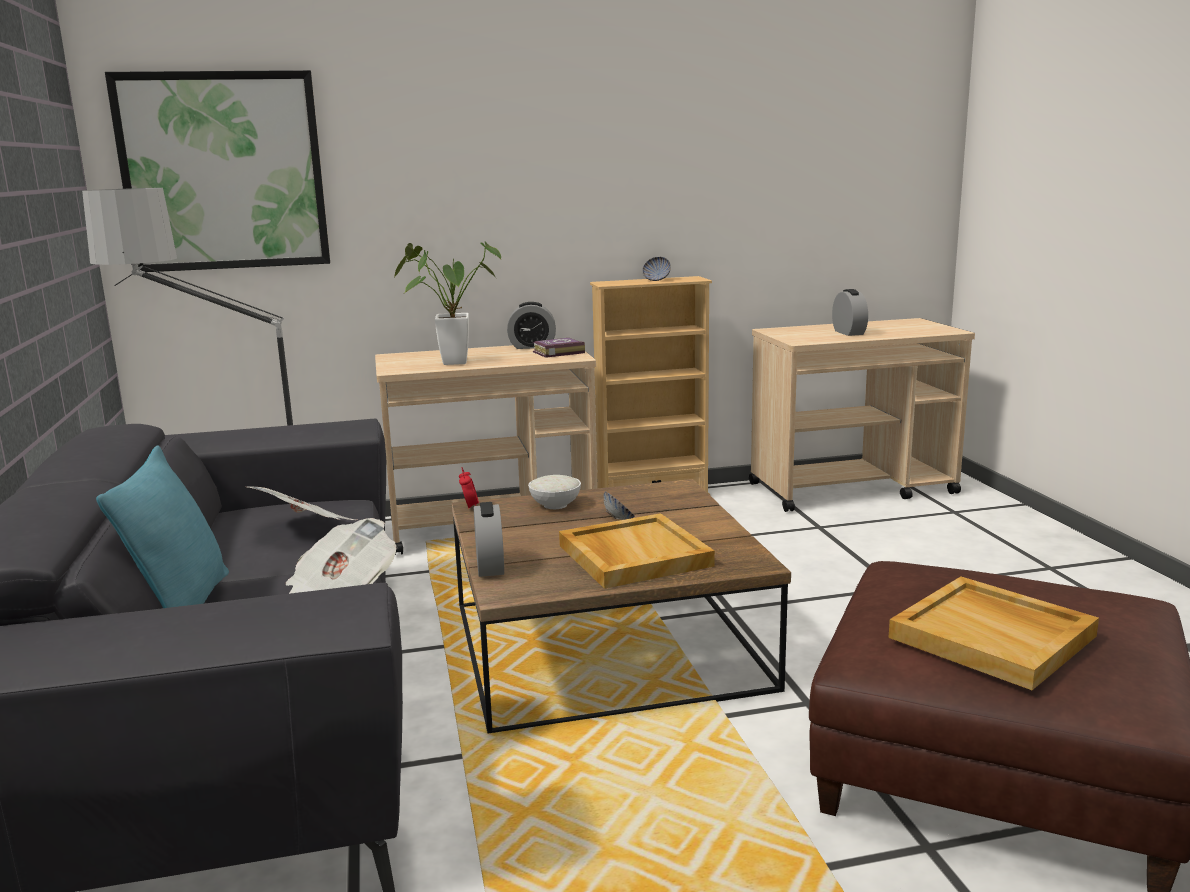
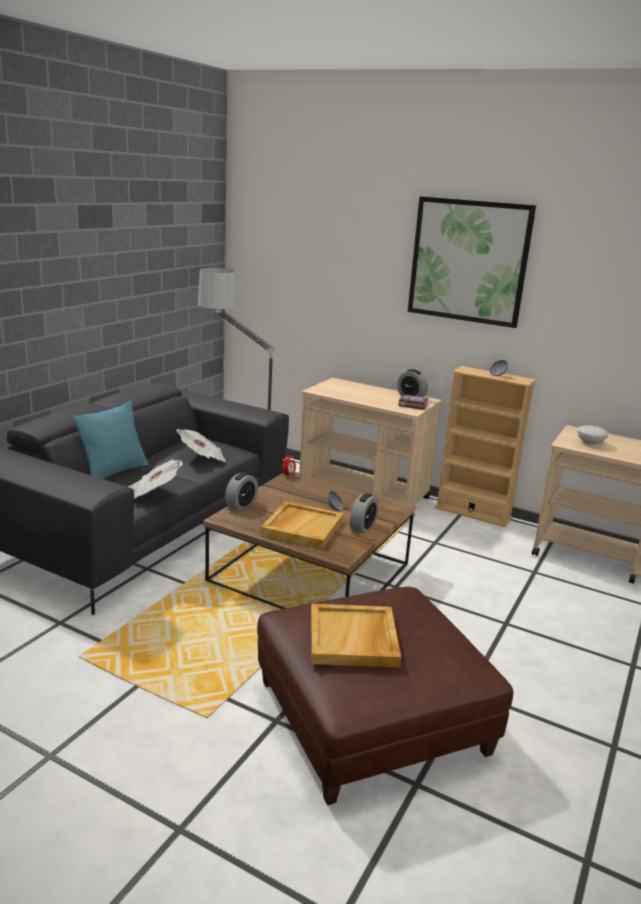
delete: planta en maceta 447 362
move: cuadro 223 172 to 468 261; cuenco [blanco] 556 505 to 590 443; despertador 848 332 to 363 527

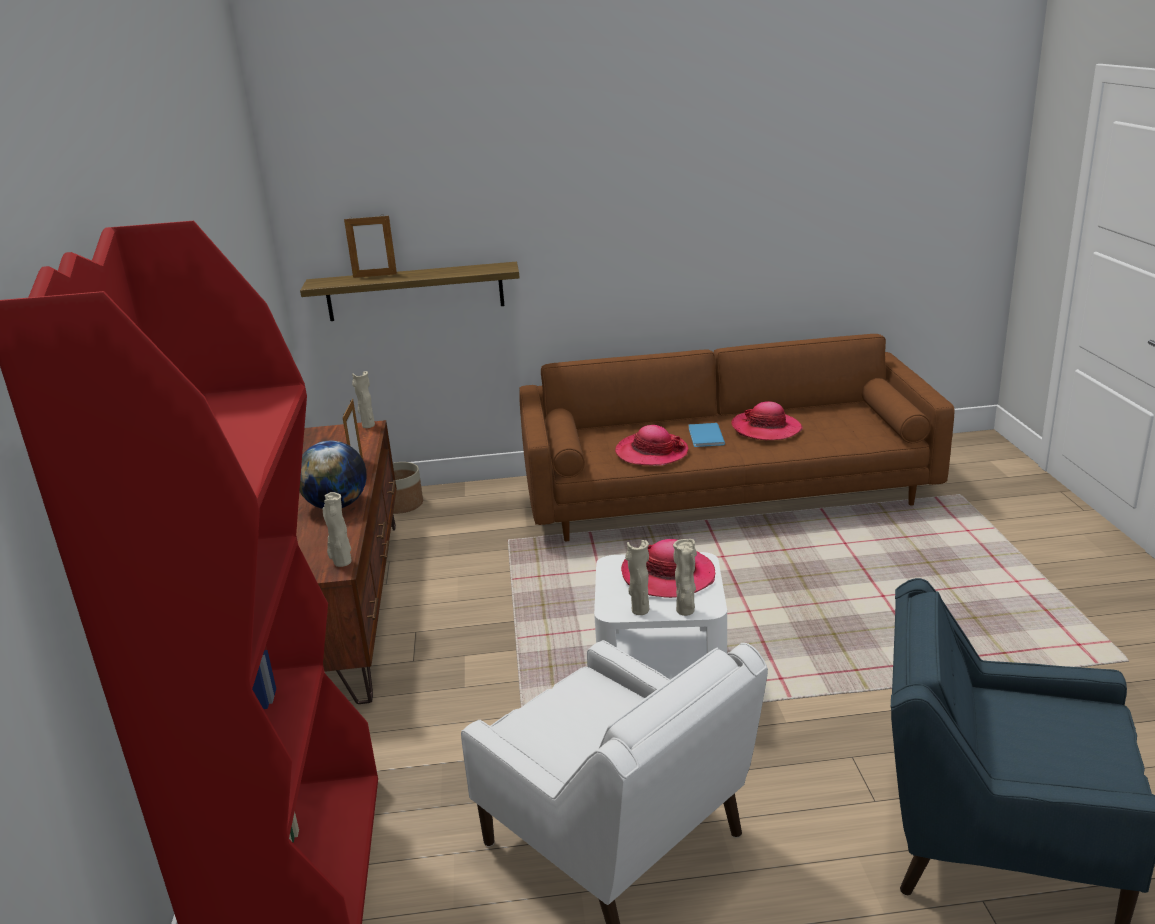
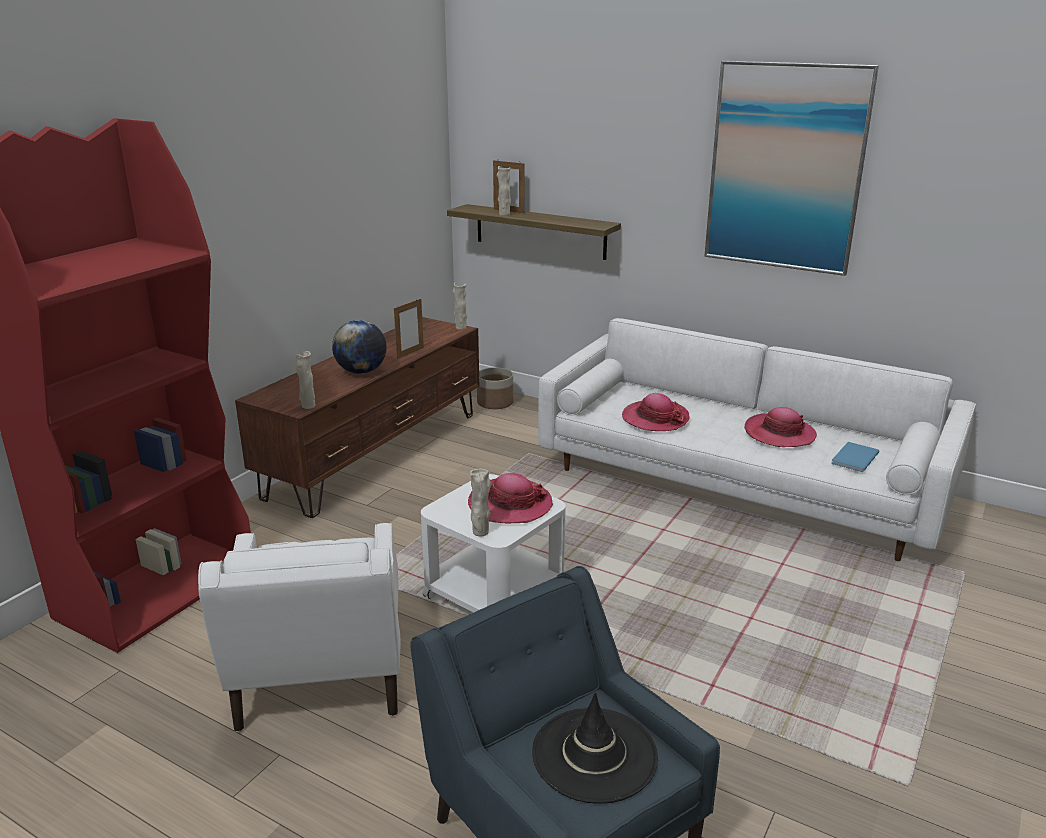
insert: sombrero [negro] 594 755; cuadro 785 168
move: florero [beis] 639 610 to 504 214; libro [azul] 705 437 to 853 458
recolor: sofá [marrón] 724 492 to sofá [blanco] 739 483

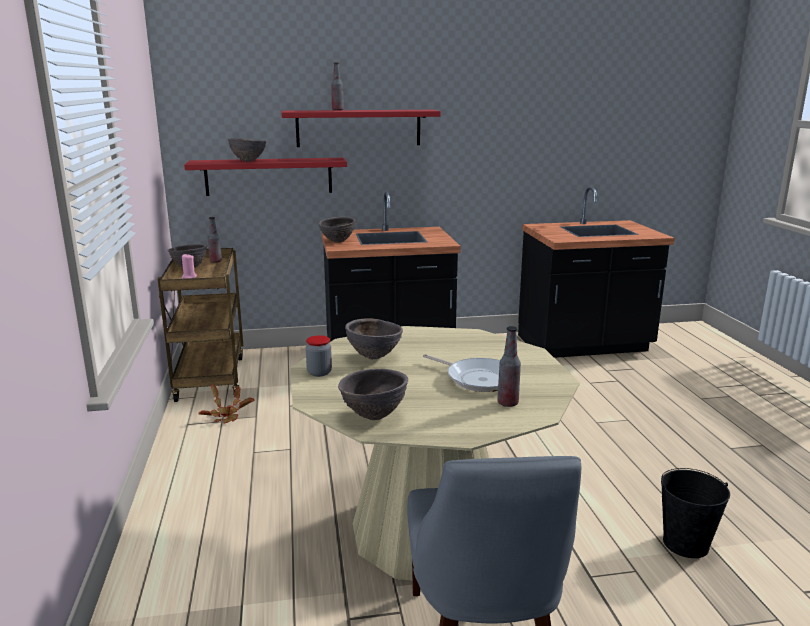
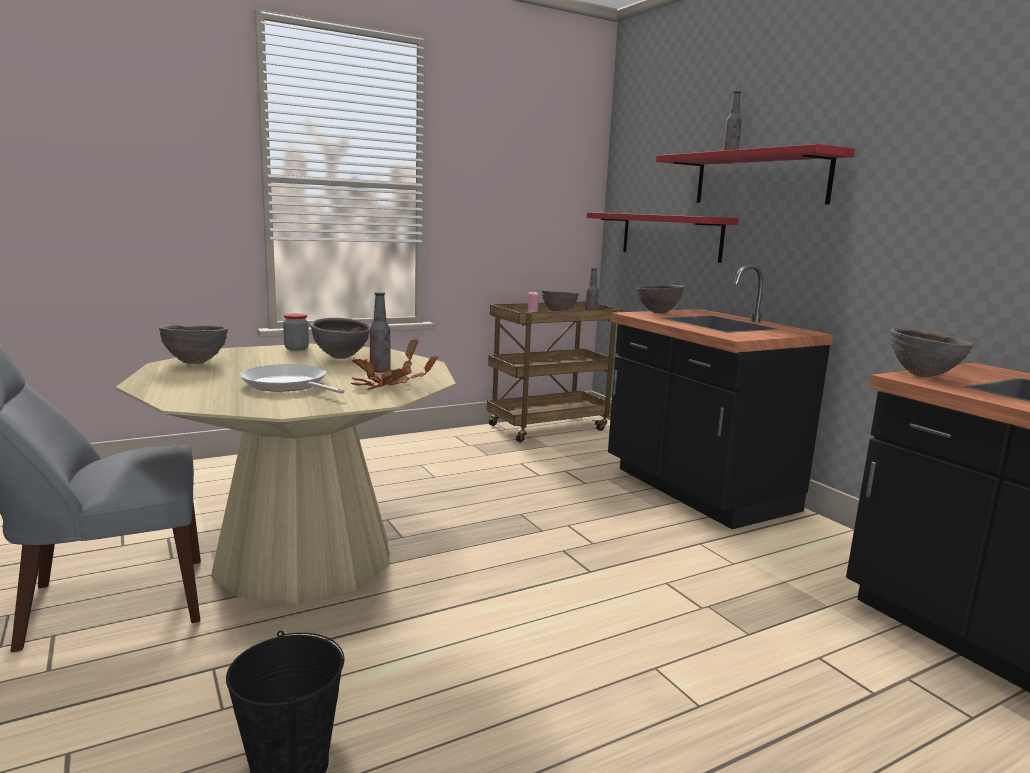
move: planta en maceta 226 415 to 387 385; cuenco [marrón] 248 161 to 923 376; botella 507 403 to 380 371
rotate: sartén 478 378 = 287 385 105 degrees clockwise

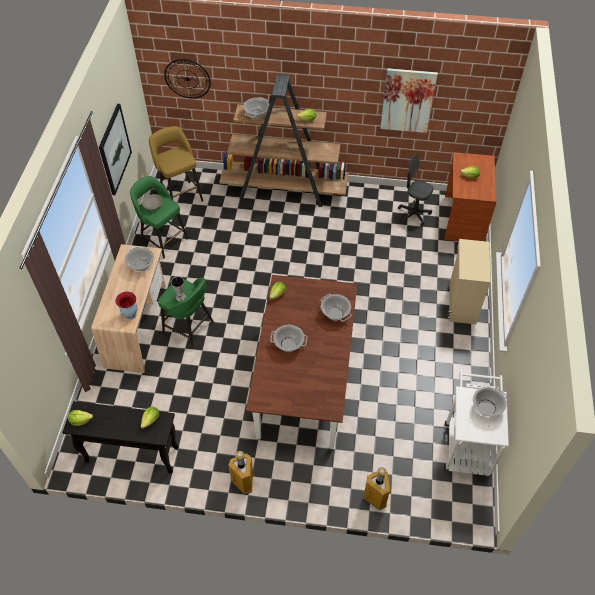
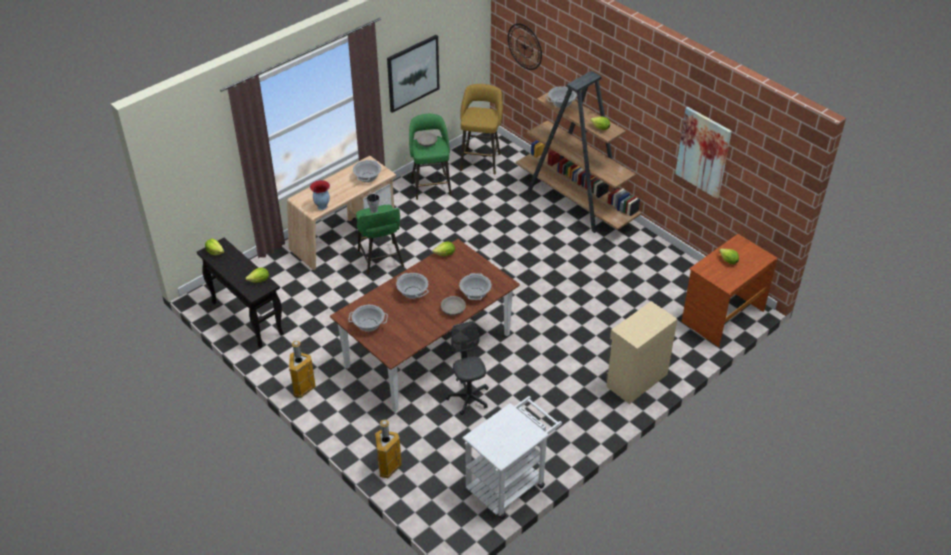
insert: cuenco [gris] 453 310
move: silla de oficina [gris] 413 214 to 468 398; olla 486 407 to 369 325

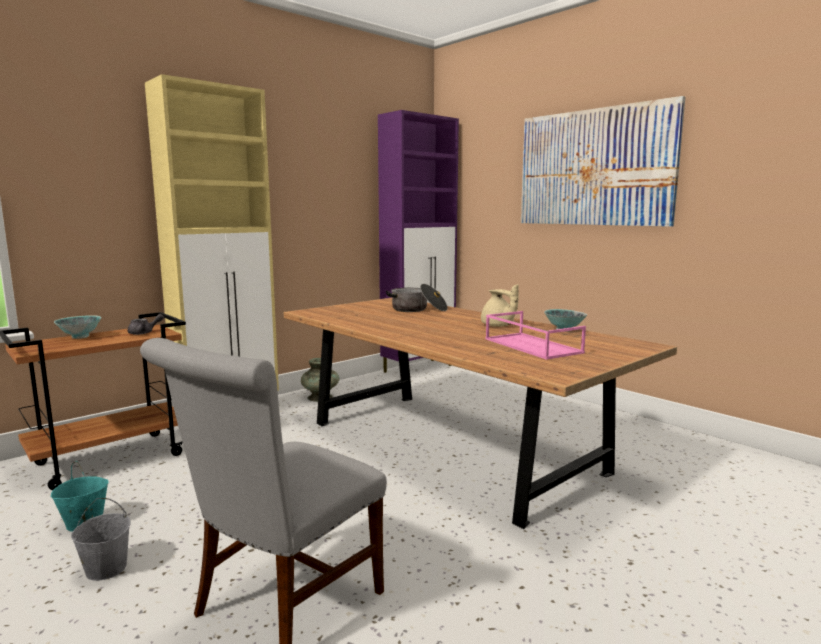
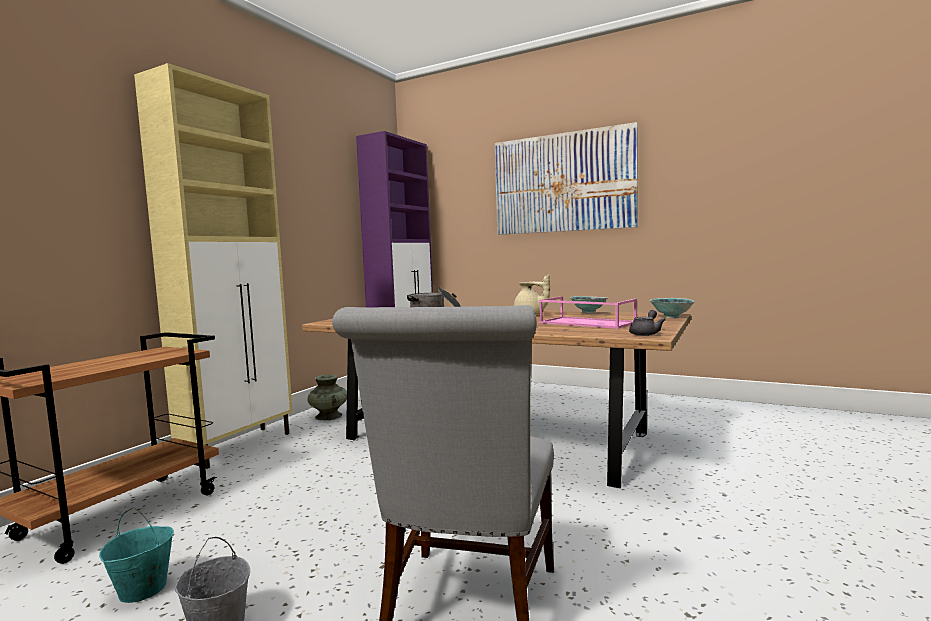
move: cuenco 80 337 to 671 317; tetera [gris] 144 332 to 646 333

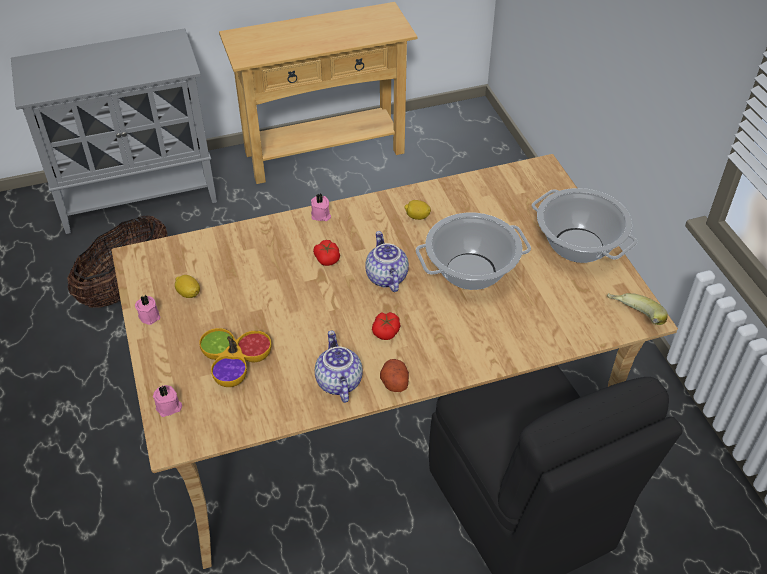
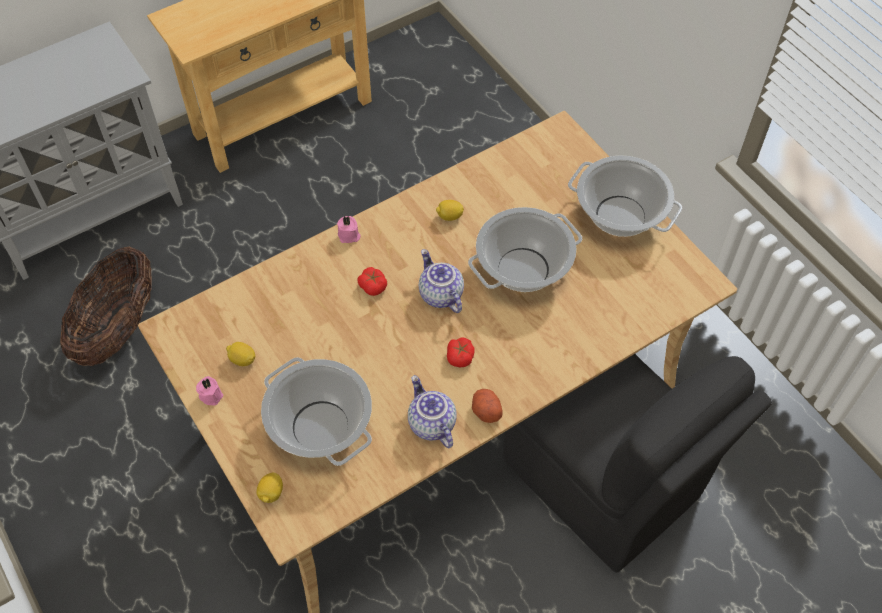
delete: plátano 632 319
replace: vela [rosa] 169 407 to limón 271 493; cuenco 235 362 to olla 319 426

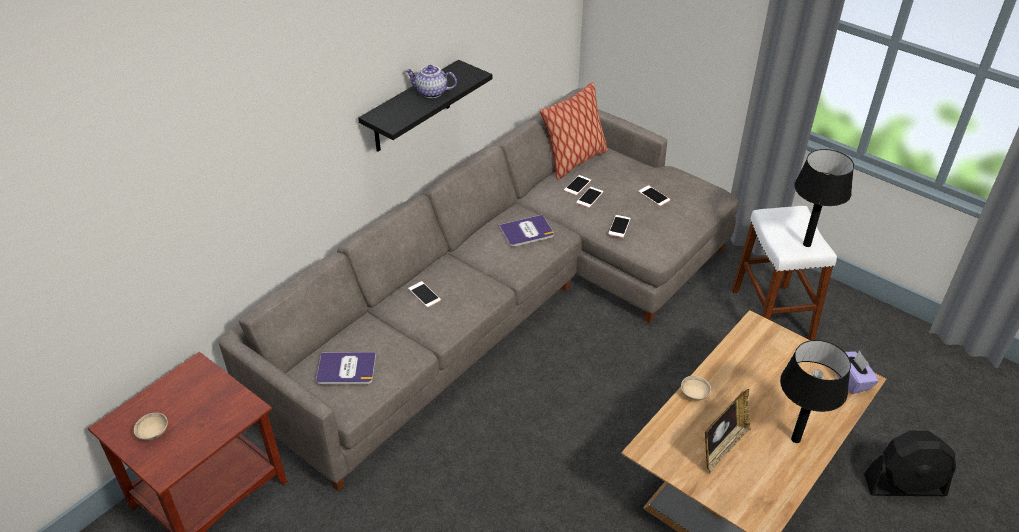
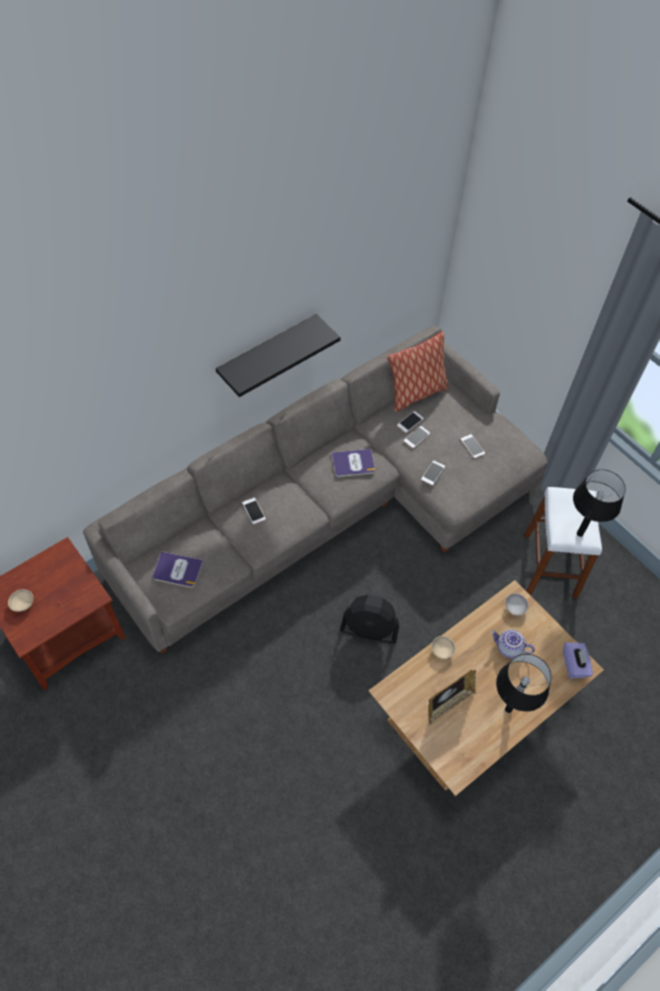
insert: cuenco [gris] 515 607
move: tetera 431 93 to 508 648; ventilador [negro] 905 485 to 369 629

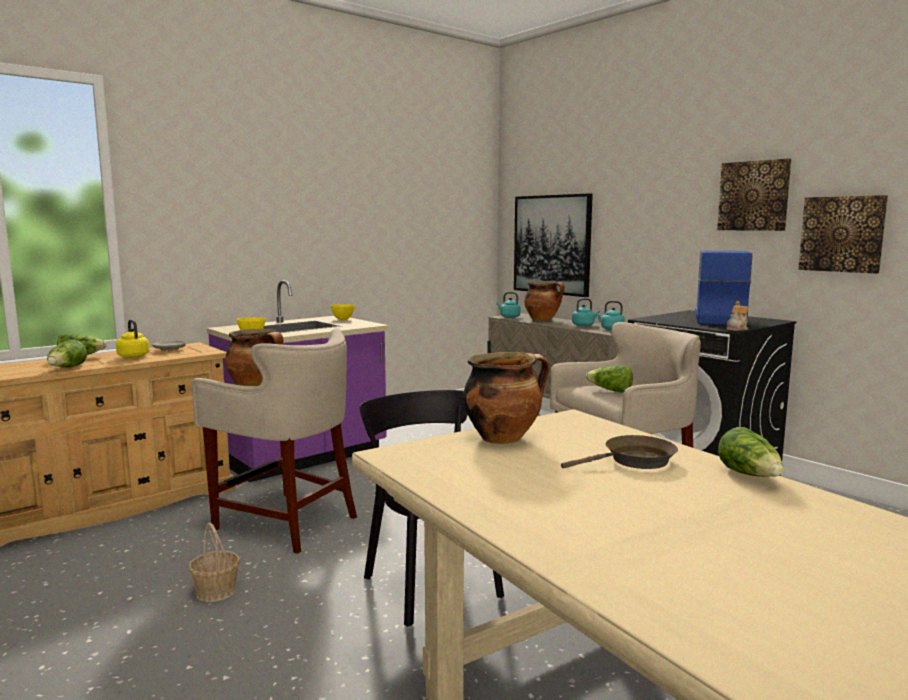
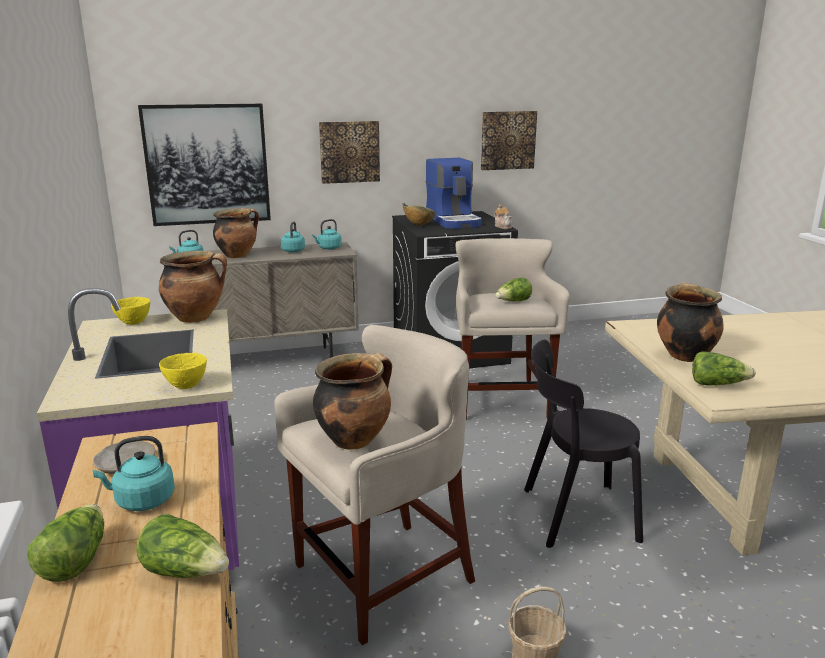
delete: sartén [marrón] 634 461
insert: olla 196 318; cuenco 417 224
move: cuadro 754 196 to 349 152; lechuga 750 476 to 717 384
recolor: hervidor [amarillo] 133 356 to hervidor [turquesa] 142 501
rotate: cafetera 717 319 = 454 221 150 degrees counterclockwise

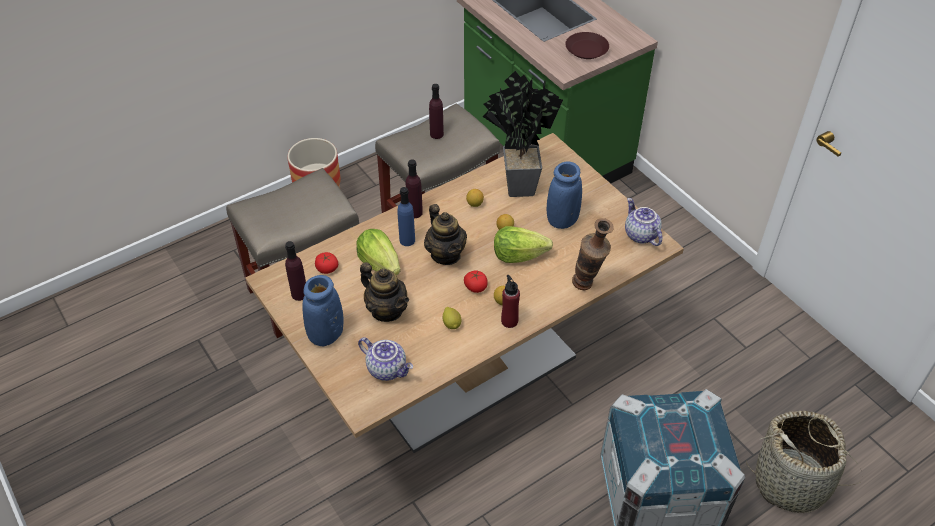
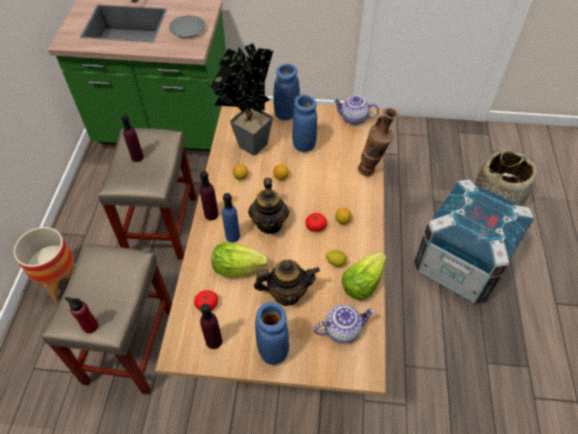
insert: florero [azul] 286 113
move: lechuga 518 255 to 362 284; botella [rojo] 509 321 to 90 326
recolor: plato [marrón] 587 50 to plato [gris] 188 30
rotate: tetera 446 254 = 269 223 75 degrees clockwise

